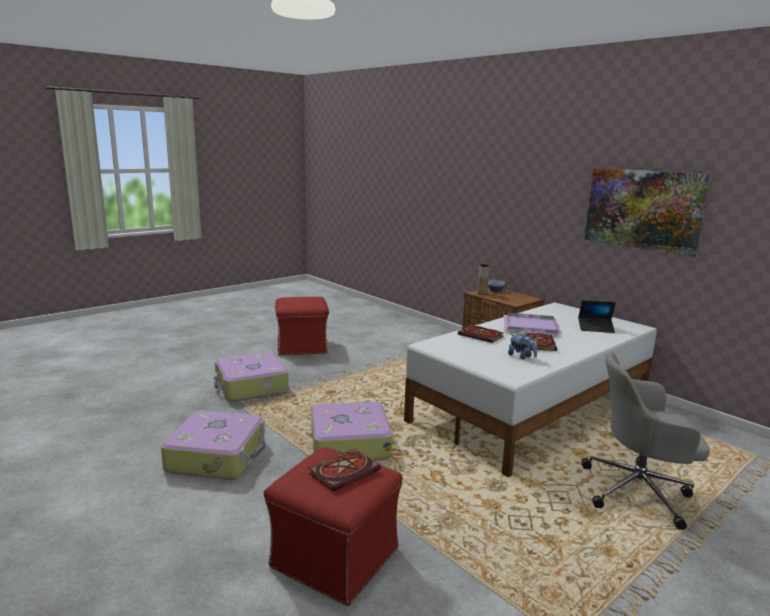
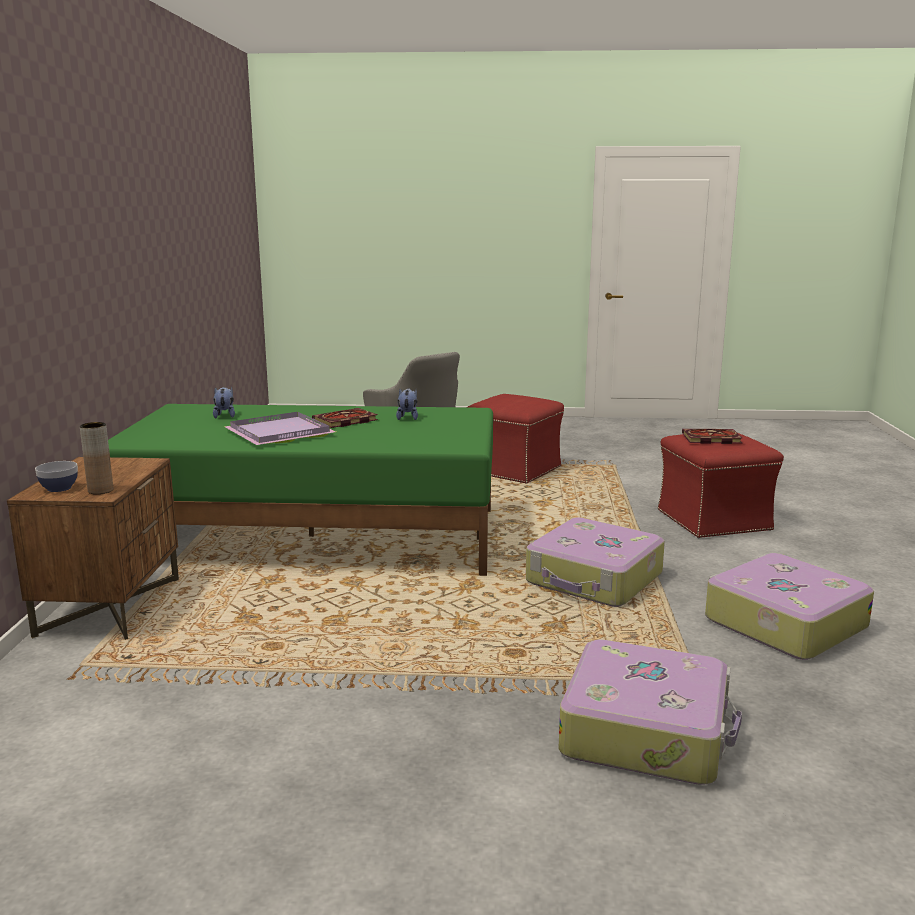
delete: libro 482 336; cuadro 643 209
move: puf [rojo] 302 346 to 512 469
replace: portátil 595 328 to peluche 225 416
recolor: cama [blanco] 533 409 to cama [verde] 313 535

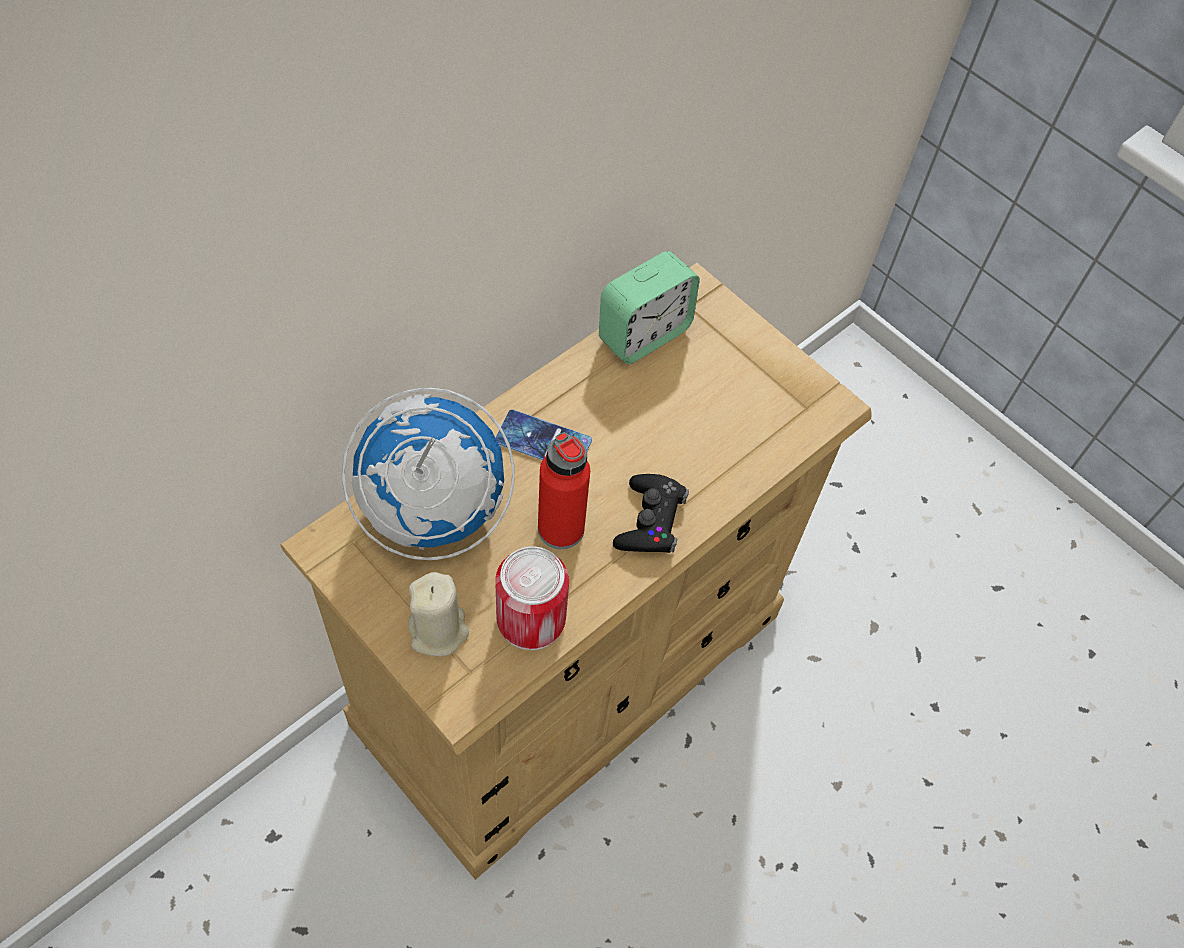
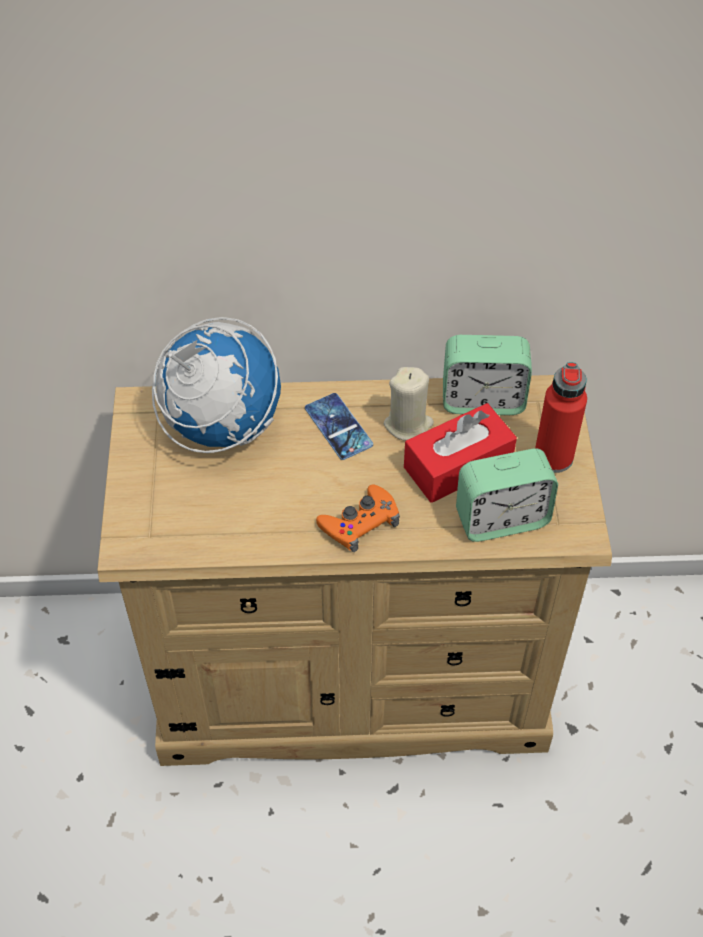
delete: lata 531 619
insert: caja de pañuelos [rojo] 458 465; despertador 501 519
move: vela [beis] 438 631 to 408 424; botella [rojo] 561 529 to 553 457
recolor: mando de consola [negro] 650 520 to mando de consola [naranja] 360 523

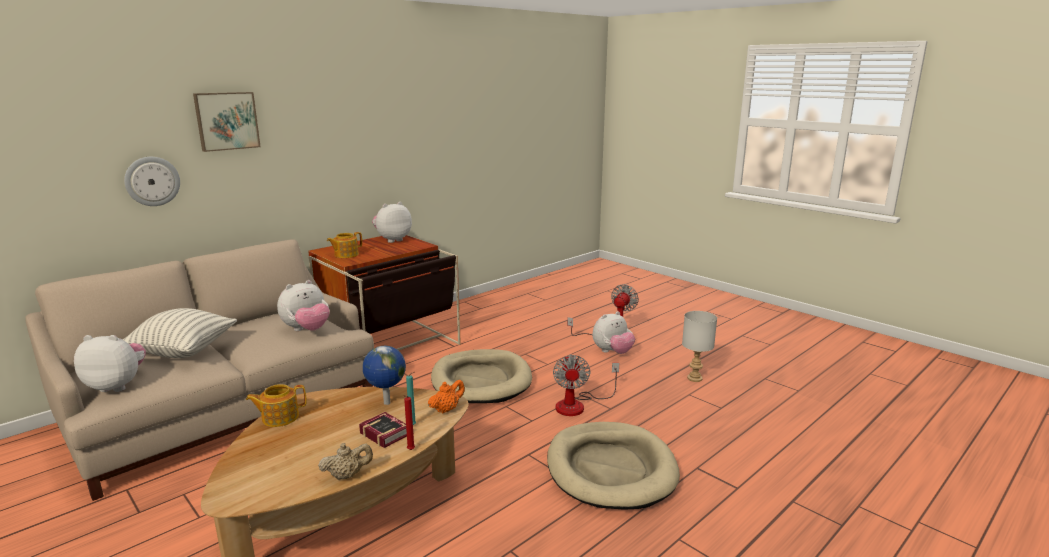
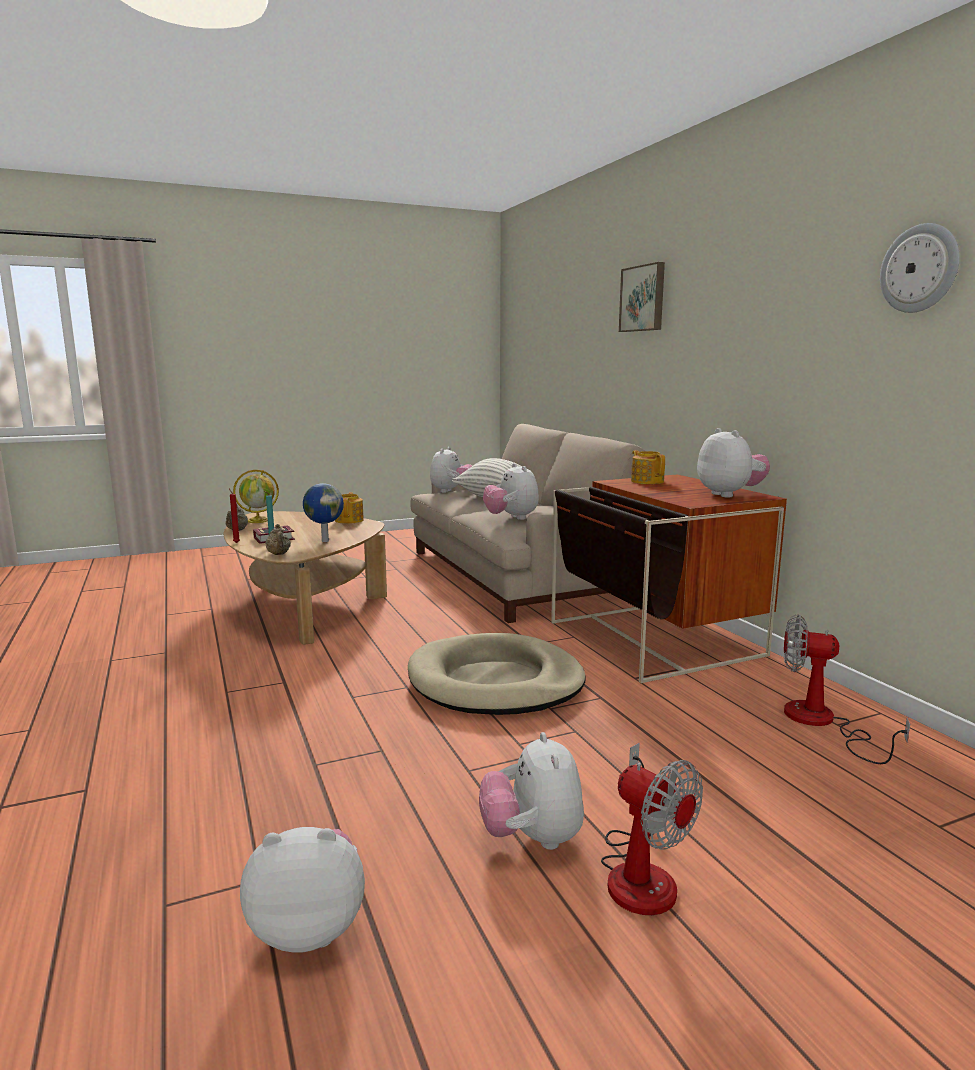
delete: cama para perro [beis] 610 469
insert: globo terráqueo 259 520
move: reloj de pared 152 181 to 919 268; ventilador 578 405 to 821 723
replace: lámpara de mesa [gris] 695 378 to peluche 309 928
recolor: tetera [naranja] 446 409 to tetera [beis] 279 554

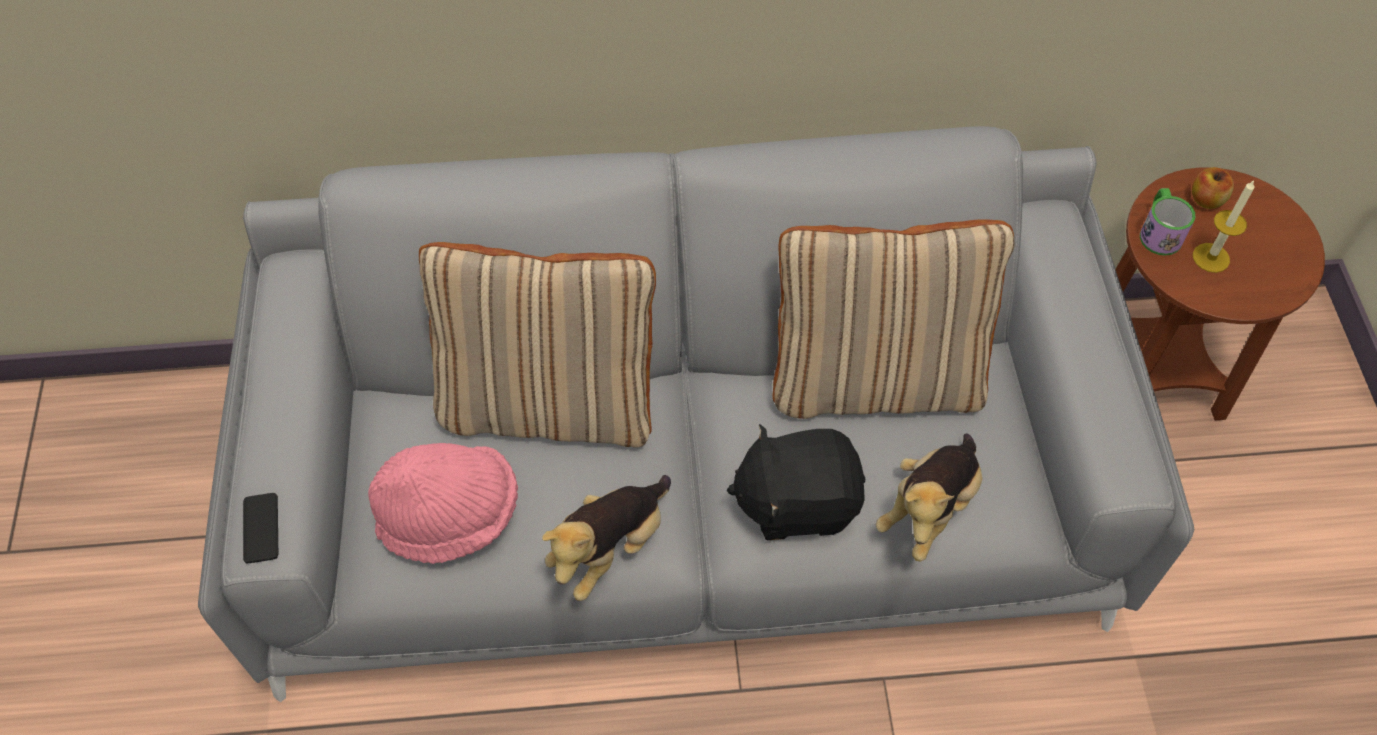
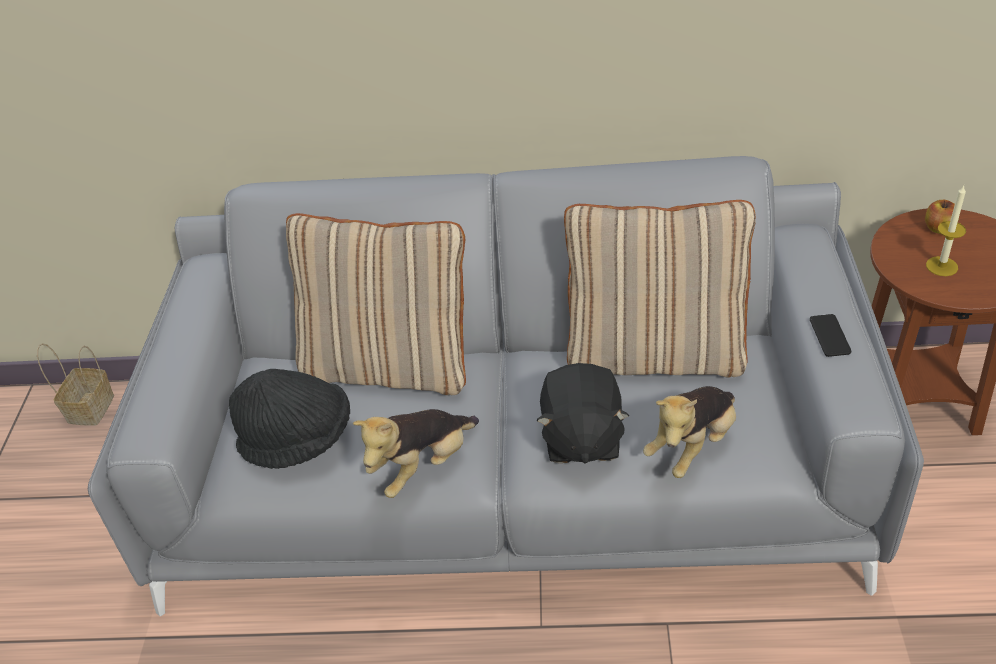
delete: taza grande 1159 232
insert: cesta 90 407
move: móvil 261 528 to 829 336
recolor: sombrero [rosa] 451 516 to sombrero [negro] 298 440
rotate: peluche [negro] 797 501 = 581 438 90 degrees counterclockwise

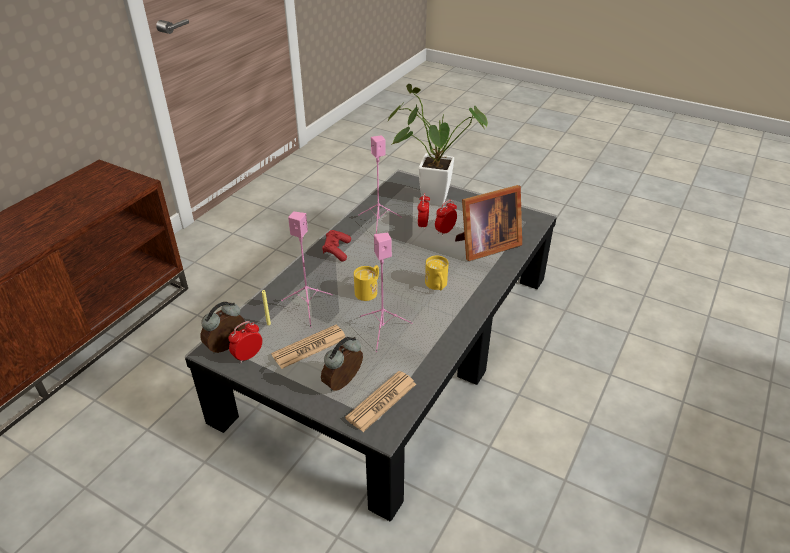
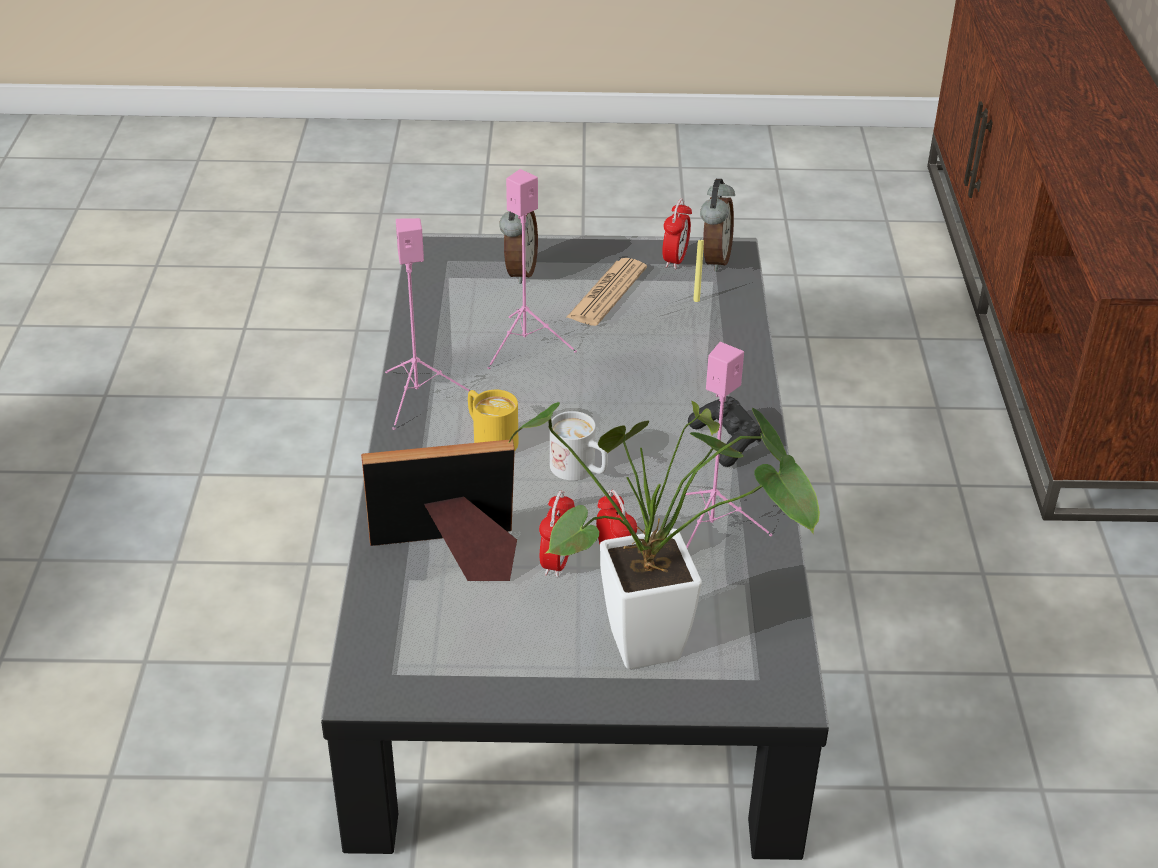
delete: periódico 381 401; taza grande [amarillo] 369 290
insert: taza grande [blanco] 580 471
move: altavoz [rosa] 308 306 to 417 398
recolor: mando de consola [rojo] 337 250 to mando de consola [negro] 726 441
rotate: portarretratos 485 246 = 450 555 45 degrees clockwise

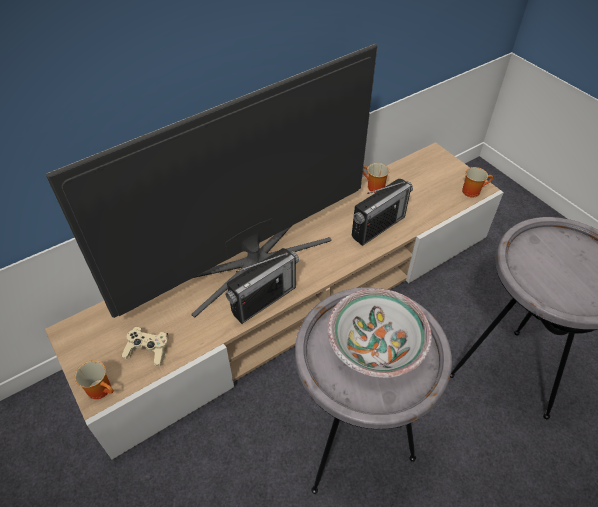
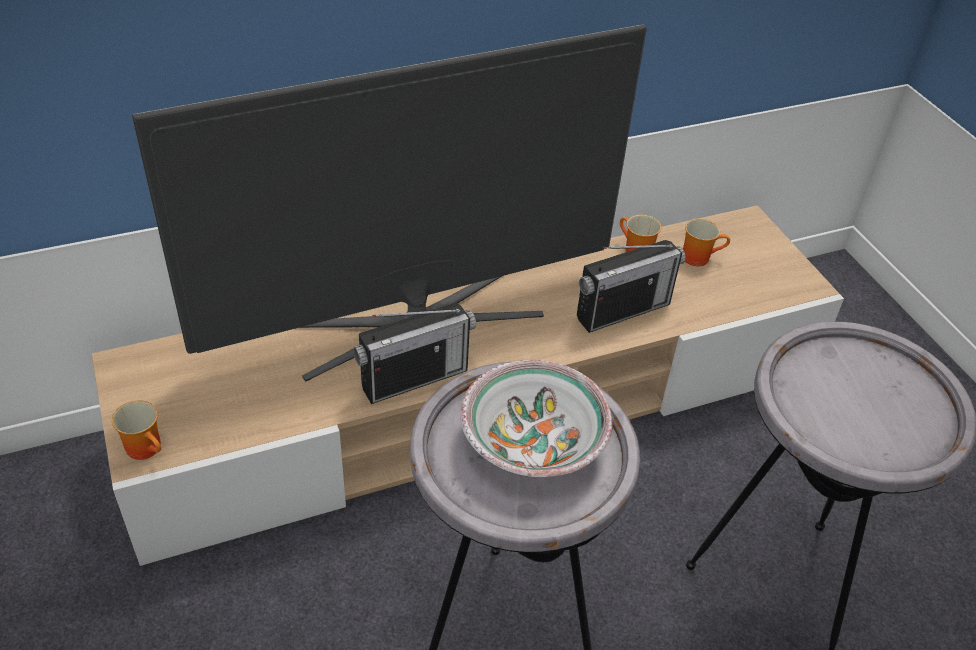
delete: mando de consola [beis] 148 350
move: taza grande 472 190 to 698 256

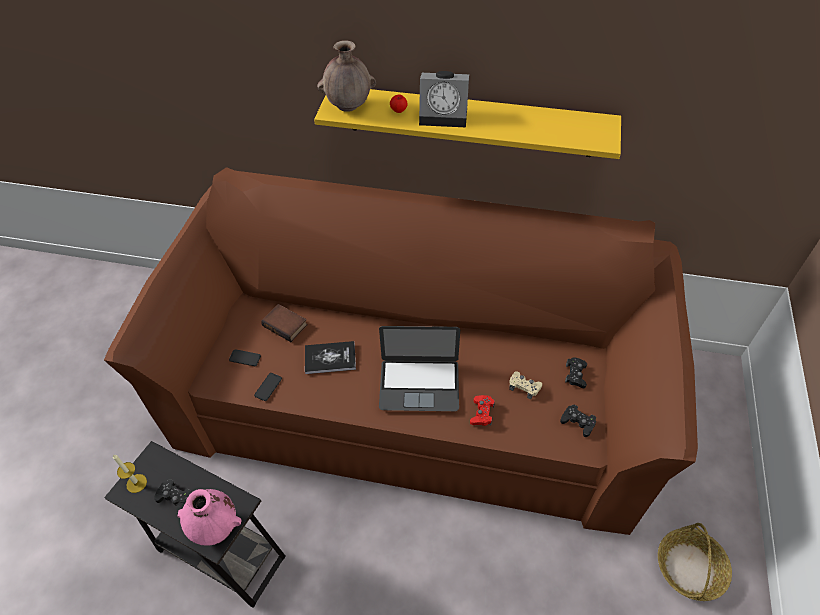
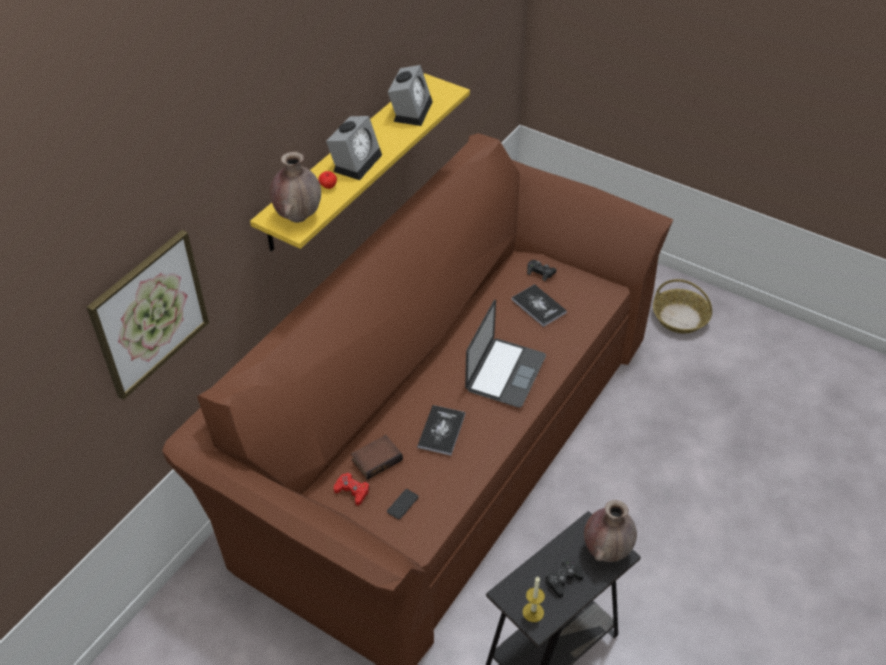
delete: móvil 268 387; mando de consola [negro] 578 422
insert: cuadro 149 314; despertador 411 110
move: mando de consola [rojo] 482 413 to 352 491
replace: mando de consola [beis] 524 387 to libro 538 306
recolor: florero [rosa] 216 528 to florero [marrón] 606 550

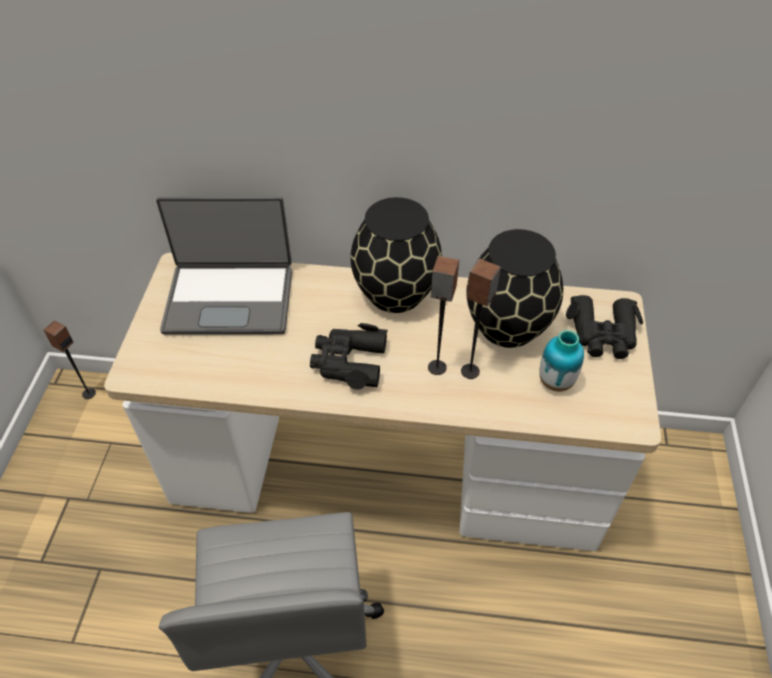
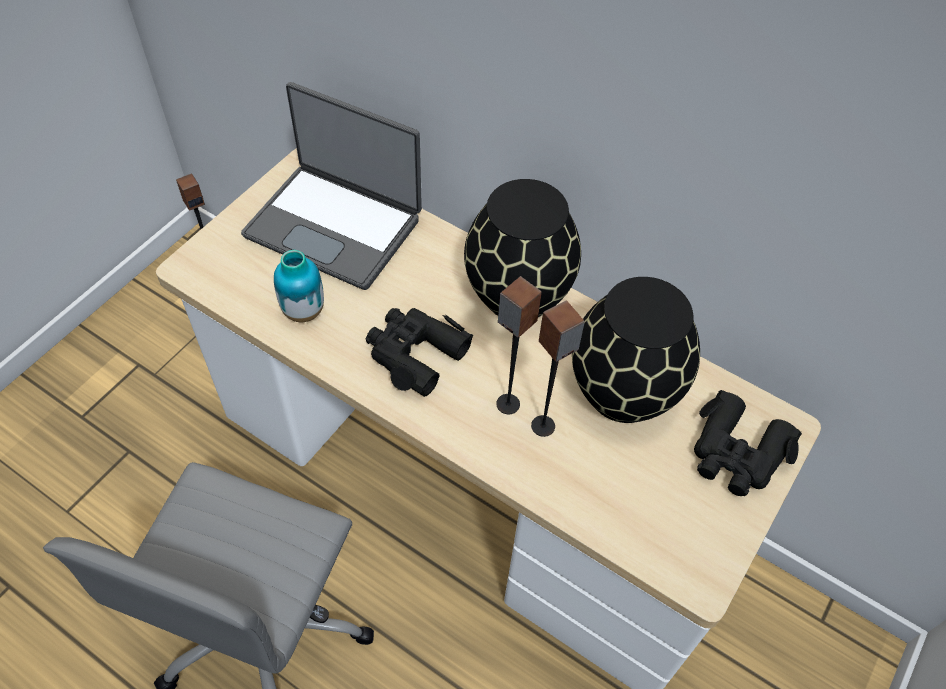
move: florero 555 382 to 303 311

